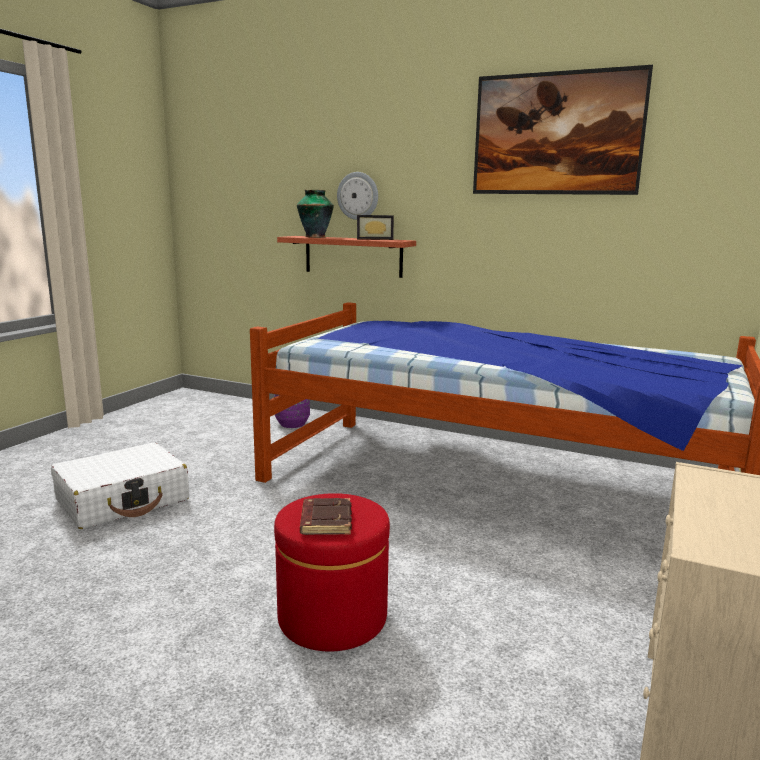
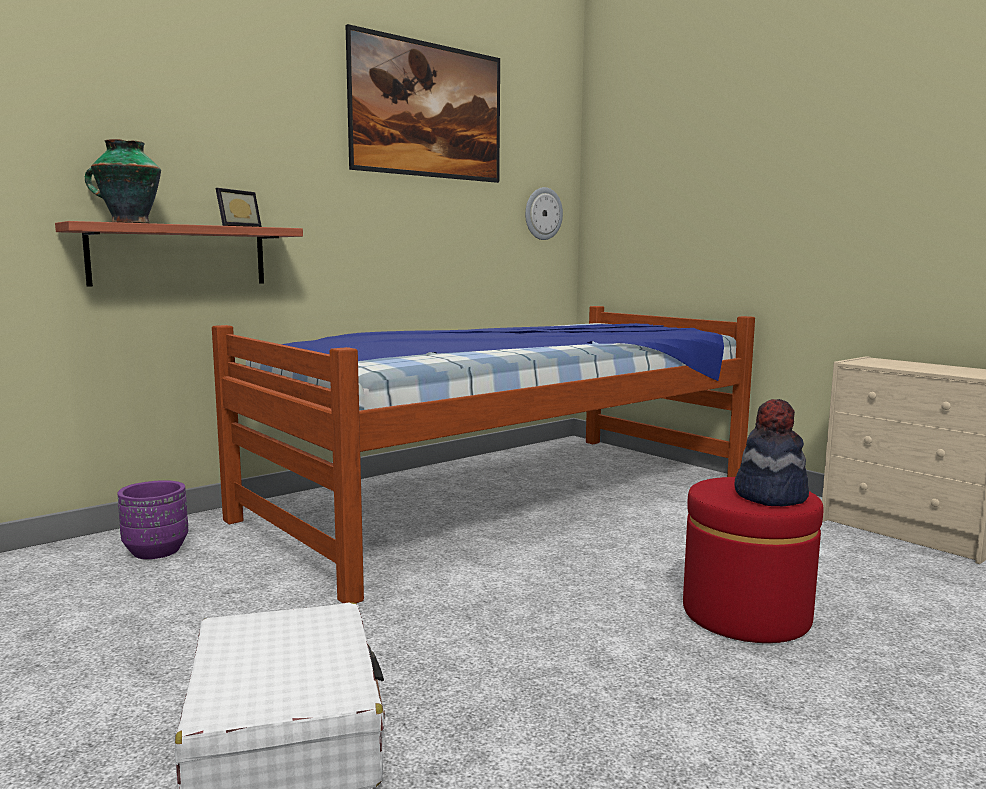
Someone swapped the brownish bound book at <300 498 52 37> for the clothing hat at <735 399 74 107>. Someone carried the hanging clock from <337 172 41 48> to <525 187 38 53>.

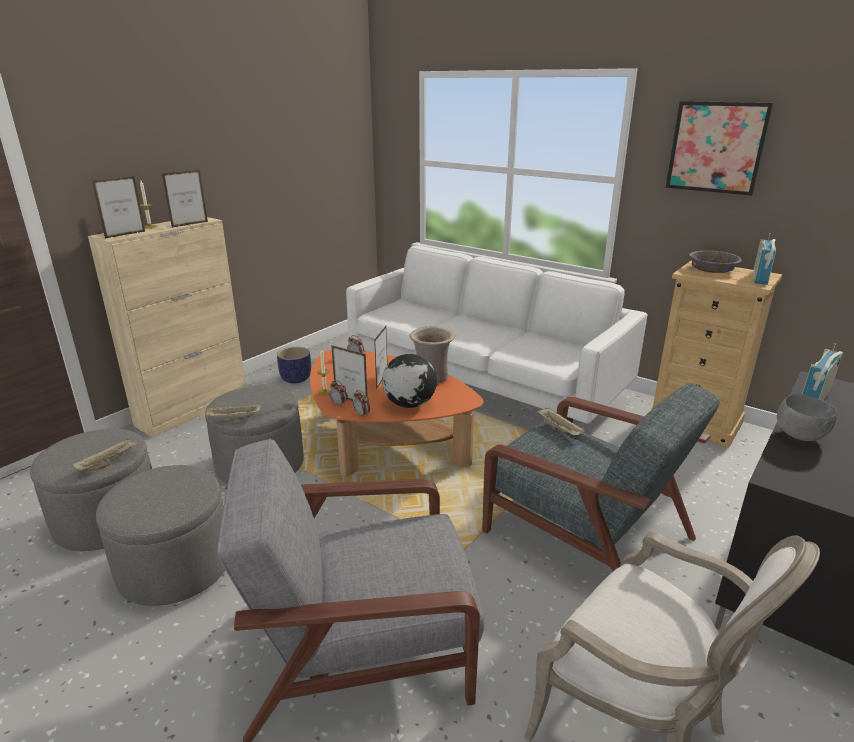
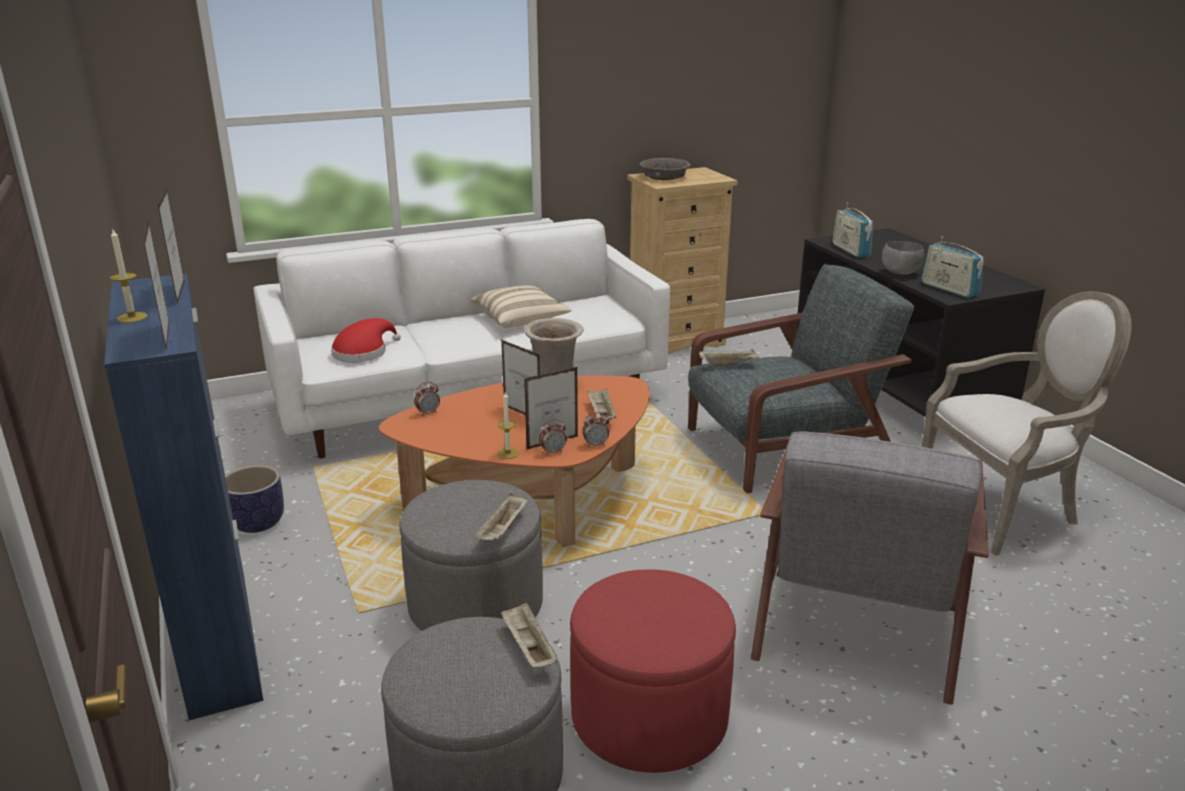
Someone repainted the beige-coloured cabinet at <88 217 158 220>, which became the blue-coloured cabinet at <104 273 160 447>. Someone repainted the greyish pouffe at <96 465 129 141>, which became the reddish pouffe at <570 569 166 204>. Someone swapped the world globe at <382 354 55 54> for the beige-coloured serving tray at <587 389 29 31>. Someone took away the wall picture at <666 101 108 95>. Someone carried the radio receiver from <753 233 23 52> to <921 236 63 62>. Someone put down the reddish clothing hat at <331 318 70 45>. Someone put down the beige-coloured pillow at <471 285 101 43>.

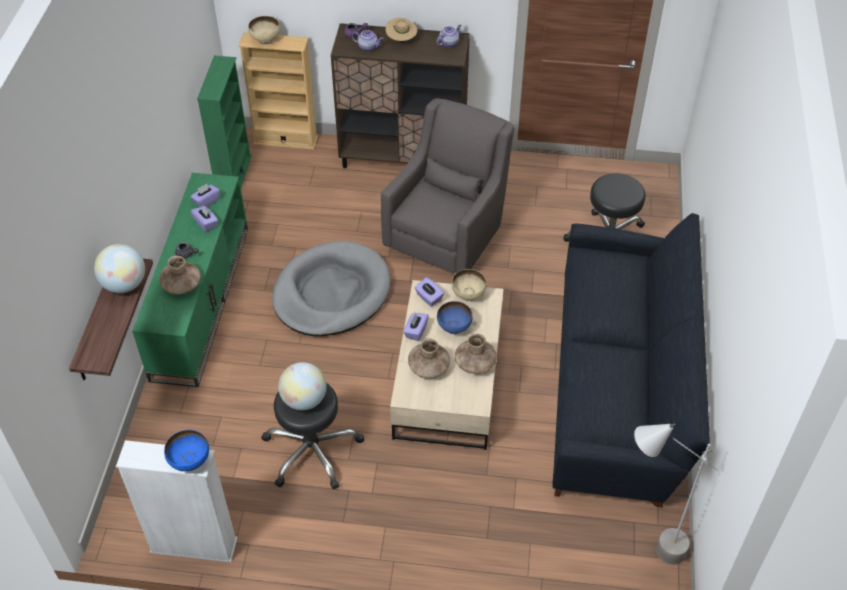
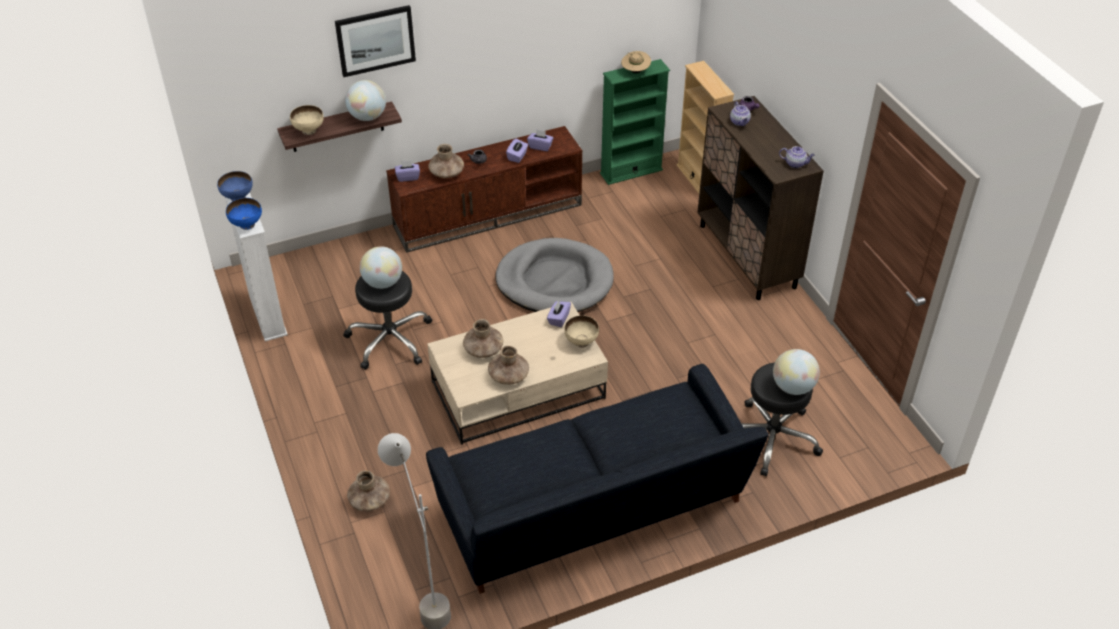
Someone repainted the green-coloured tv unit at <132 173 116 214>, which became the brownish tv unit at <386 126 196 127>. Someone carried the beige-coloured serving bowl from <248 16 32 29> to <290 105 34 30>. Someone took away the greyish armchair at <381 98 133 175>. Someone carried the beige-coloured clothing hat from <386 18 31 24> to <621 51 30 22>. Someone carried the purplish box of tissues from <403 313 26 28> to <395 160 25 22>. Someone carried the blue-coloured serving bowl from <437 301 36 33> to <217 171 36 30>. Someone put up the wall picture at <335 5 81 72>. Someone put down the brownish flower vase at <347 470 43 41>. Someone put down the world globe at <773 349 47 46>.

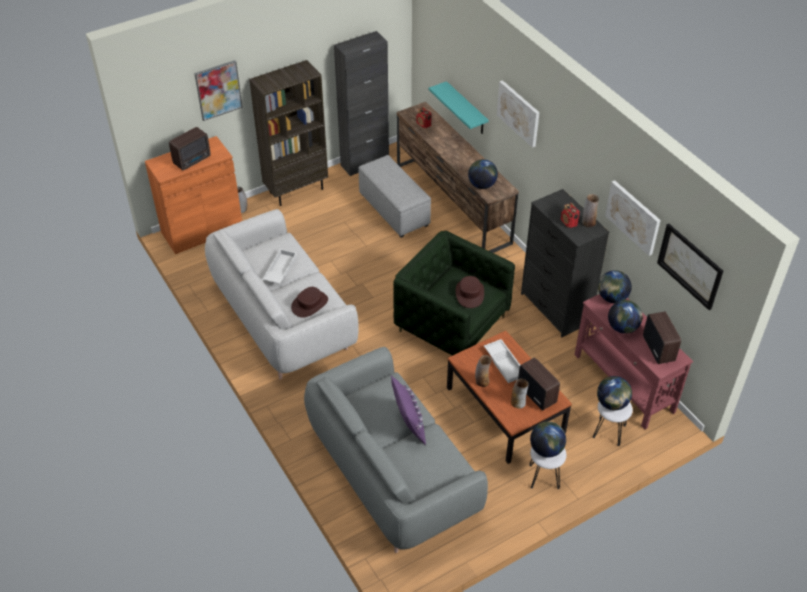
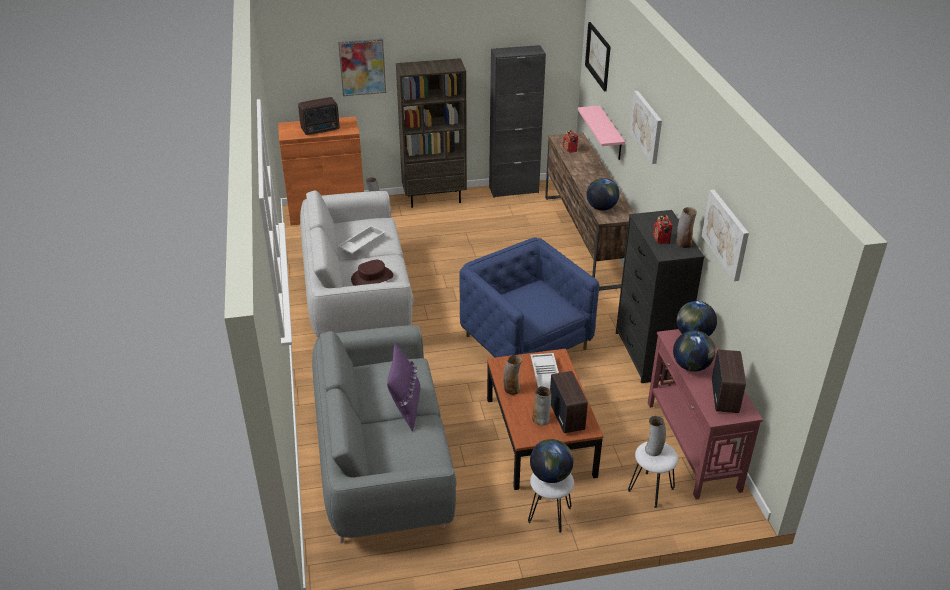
Someone took away the greyish pouffe at <358 155 73 83>. Someone repainted the green-coloured armchair at <393 231 122 125>, which became the blue-coloured armchair at <459 238 140 119>. Someone repainted the turquoise-coloured shelf at <428 81 61 53>, which became the pinkish shelf at <578 106 47 54>. Someone took away the brownish clothing hat at <456 276 28 32>. Someone swapped the world globe at <597 376 35 34> for the flower vase at <645 416 21 40>. Someone carried the wall picture from <657 224 66 86> to <585 22 26 69>.

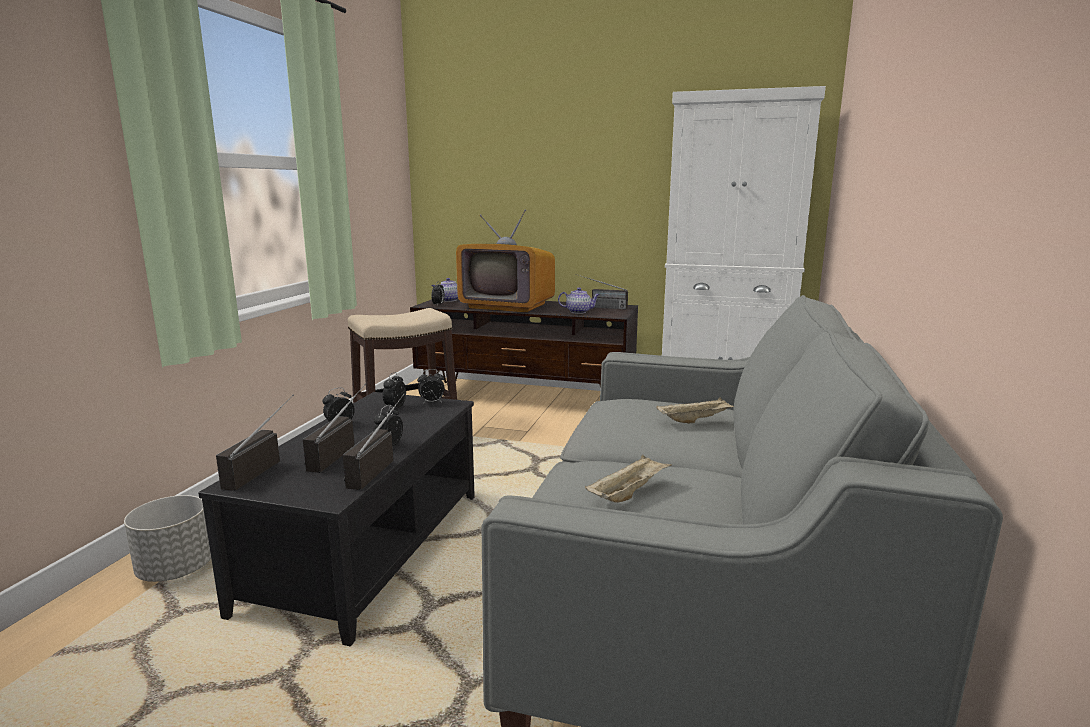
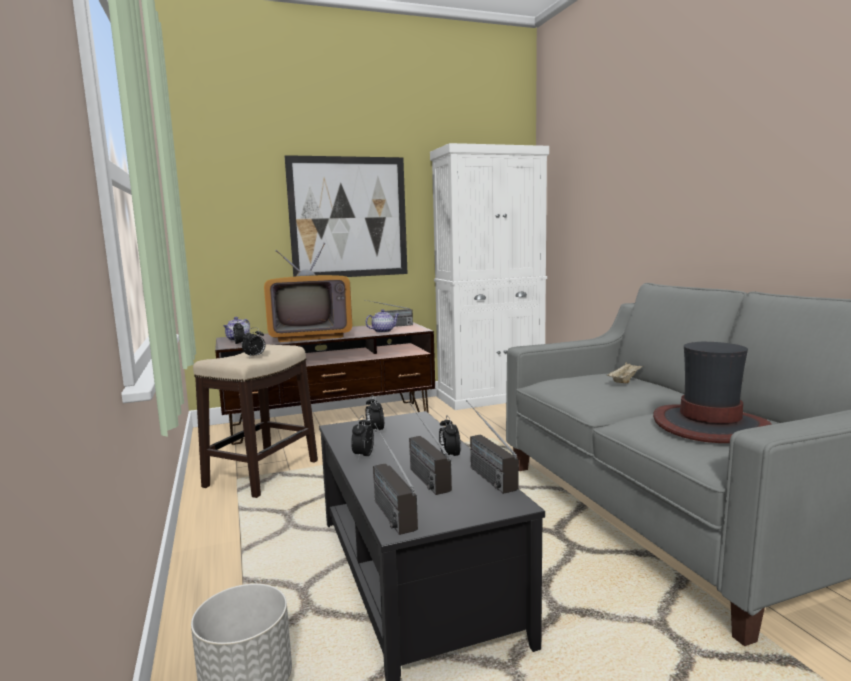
Someone carried the alarm clock from <417 369 27 35> to <242 327 23 31>. Someone swapped the beige-coloured serving tray at <585 455 87 47> for the clothing hat at <653 342 119 101>. Someone put up the wall picture at <285 155 123 122>.

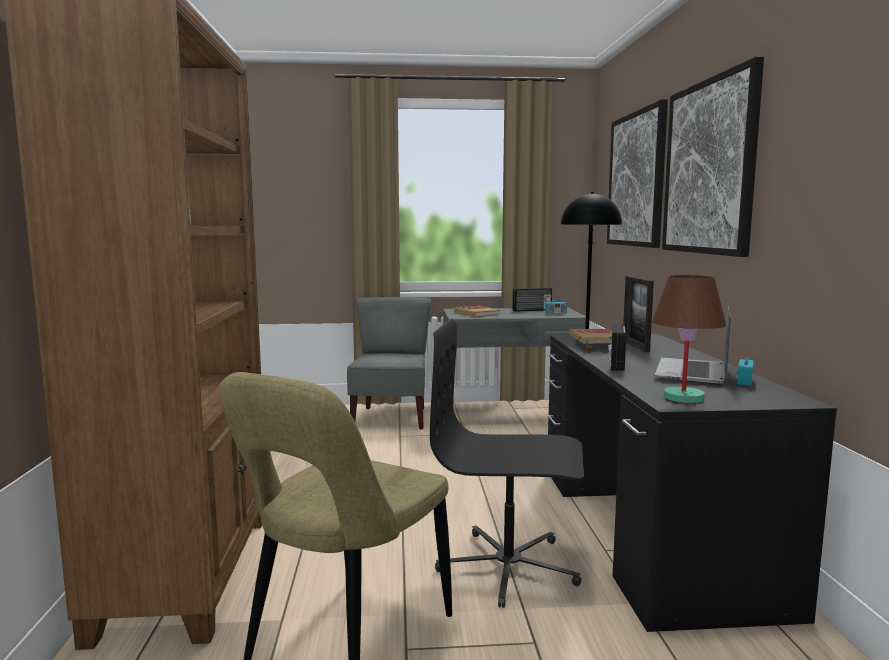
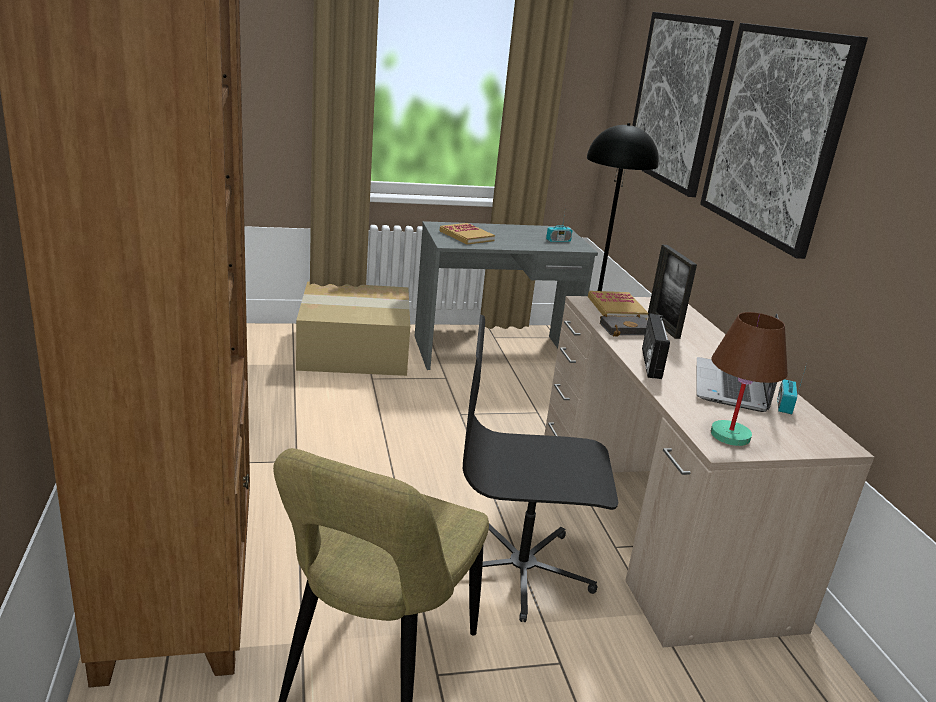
Someone swapped the greyish chair at <347 297 84 132> for the cardboard box at <296 281 114 95>. Someone took away the radio receiver at <513 288 39 24>. Someone repainted the black-coloured desk table at <548 334 289 298>, which became the beige-coloured desk table at <544 296 330 351>.

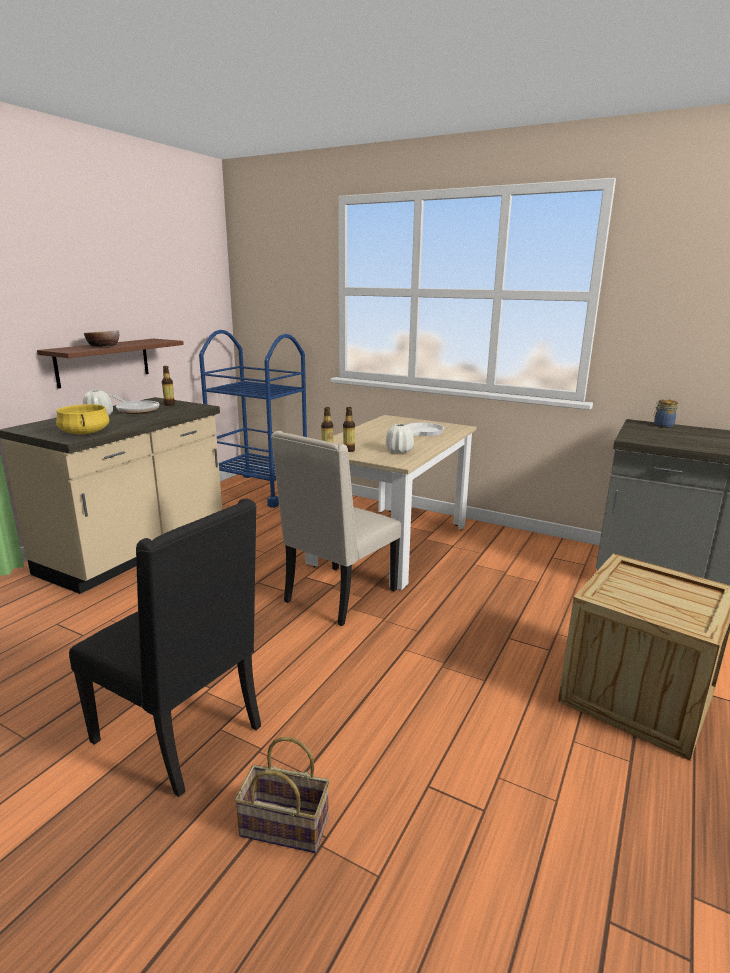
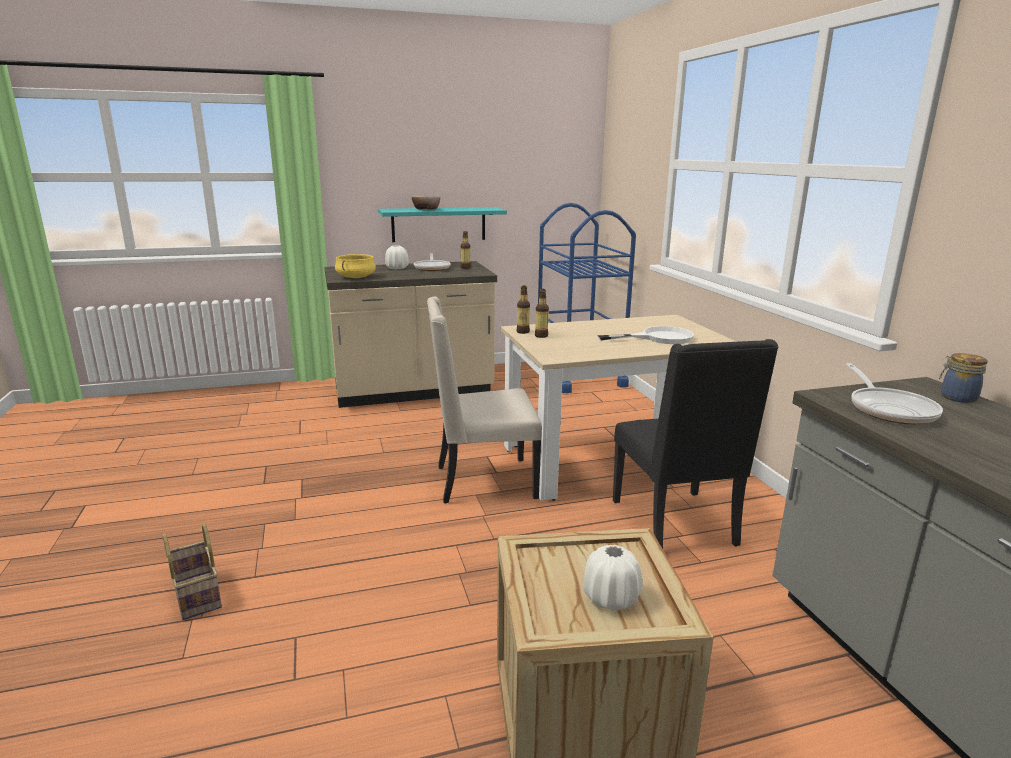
Someone repainted the brownish shelf at <37 339 147 50>, which became the turquoise-coloured shelf at <378 207 129 35>. Someone carried the black-coloured chair from <69 498 192 299> to <613 339 165 210>. Someone carried the white flower vase from <386 424 28 29> to <583 545 60 66>. Someone put down the pan at <846 363 97 61>.

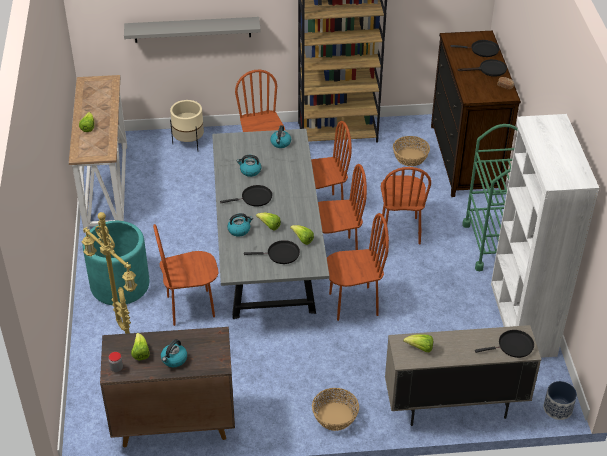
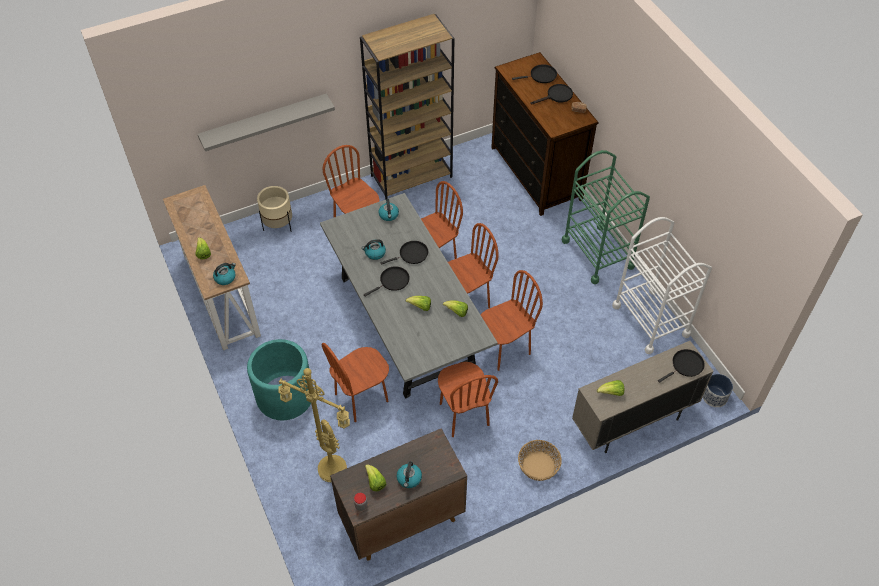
Someone carried the kettle from <227 213 26 24> to <213 263 23 22>. Someone carried the black-coloured pan from <244 240 56 24> to <380 241 48 24>. Someone carried the brownish chair from <381 167 50 78> to <438 362 60 75>. Someone took away the household basket at <393 136 37 30>. Someone swapped the white shelving unit at <491 114 108 244> for the white cart at <612 217 100 137>.

